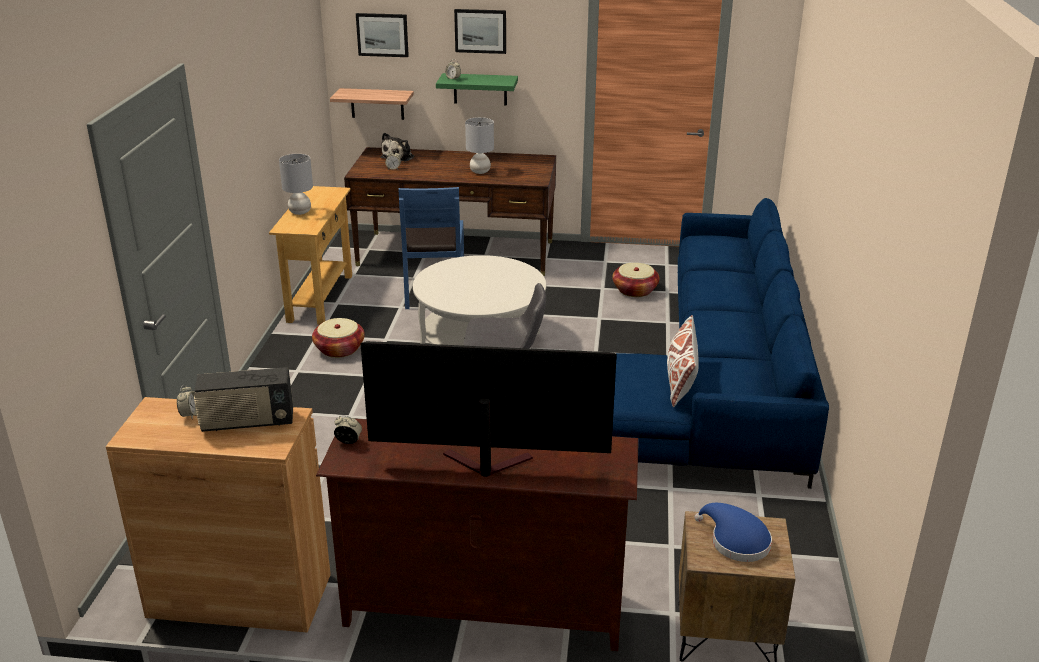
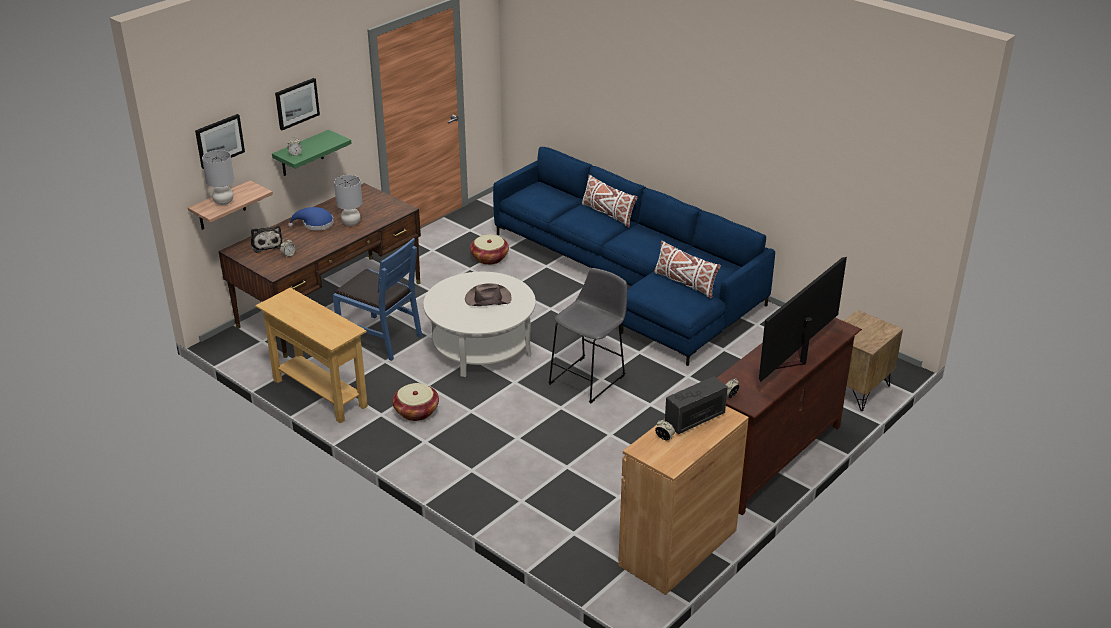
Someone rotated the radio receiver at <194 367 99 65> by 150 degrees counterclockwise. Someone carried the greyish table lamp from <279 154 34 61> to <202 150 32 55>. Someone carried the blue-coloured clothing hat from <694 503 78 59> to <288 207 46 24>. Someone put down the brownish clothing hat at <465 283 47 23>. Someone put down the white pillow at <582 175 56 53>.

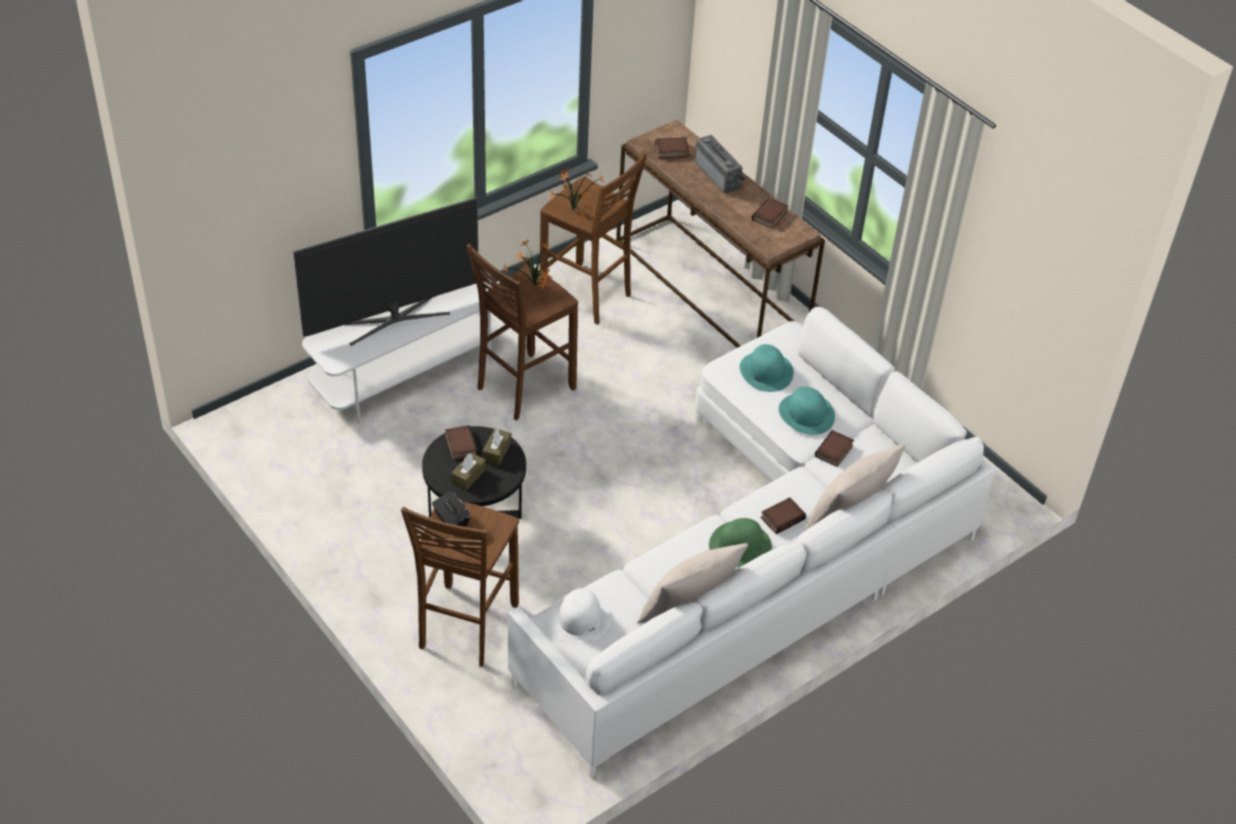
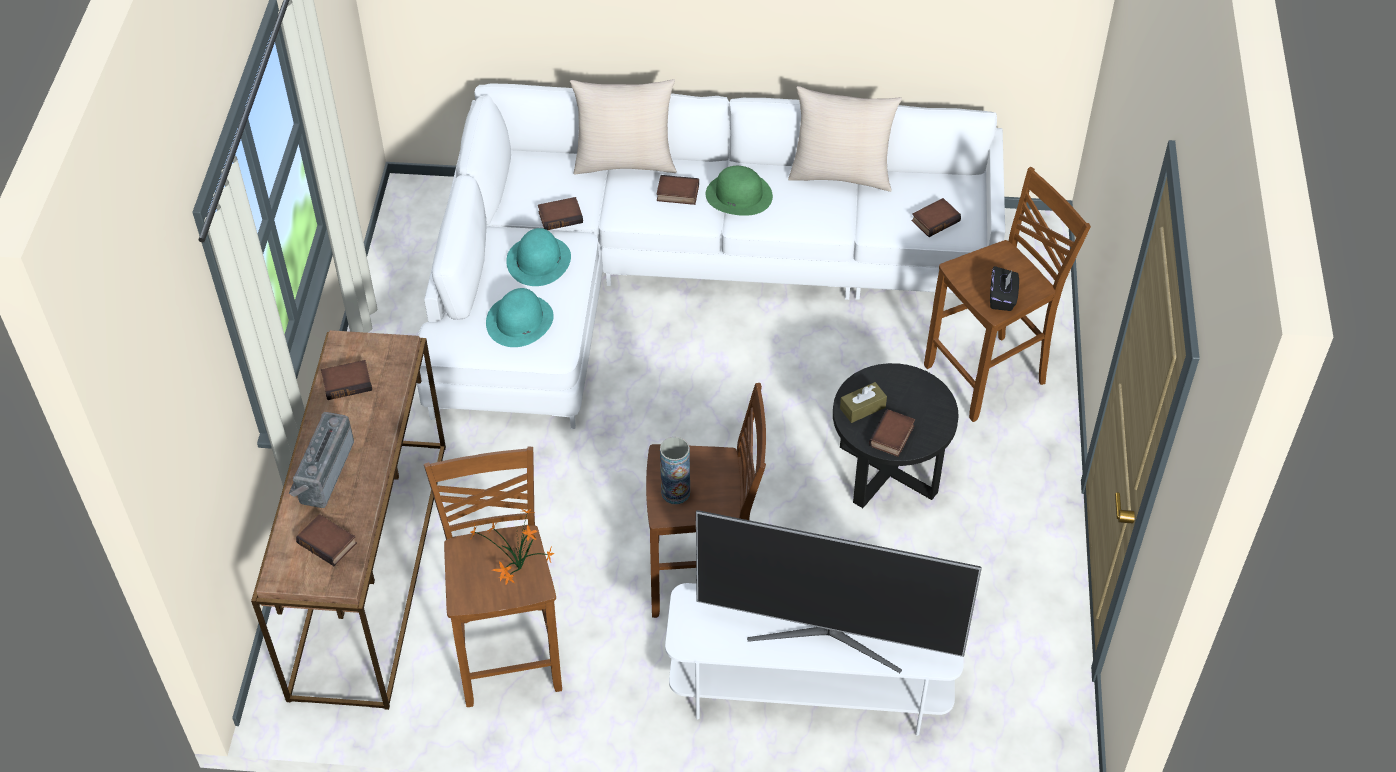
Someone took away the brownish box of tissues at <451 452 35 38>. Someone swapped the houseplant at <504 239 56 50> for the flower vase at <660 437 30 67>. Someone swapped the white clothing hat at <549 588 62 57> for the bound book at <912 198 49 39>.

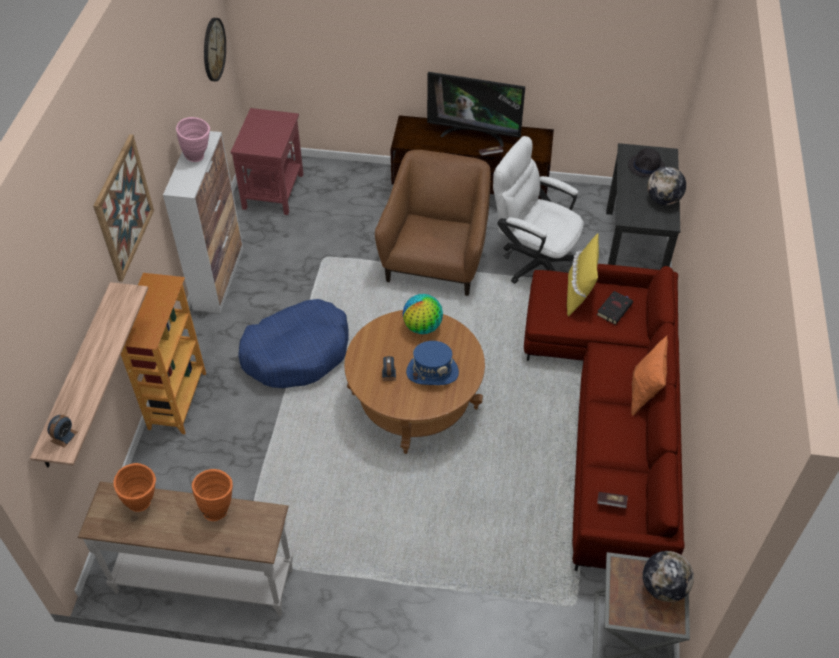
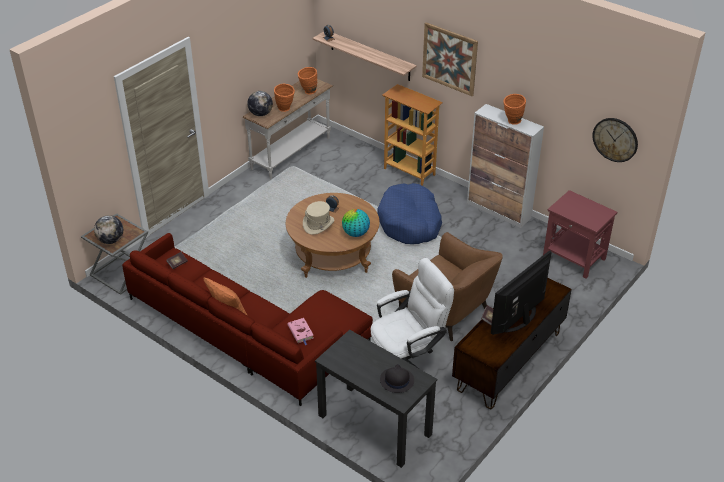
Someone repainted the pinkish flower vase at <176 117 34 45>, which became the orange-coloured flower vase at <503 94 23 31>. Someone repainted the blue-coloured clothing hat at <406 341 53 44>, which became the beige-coloured clothing hat at <303 201 31 34>. Someone took away the yellow-coloured pillow at <567 233 32 83>. Someone repainted the black-coloured bound book at <597 291 36 34>, which became the pinkish bound book at <287 318 27 27>. Someone carried the world globe from <647 167 39 38> to <247 91 26 25>.

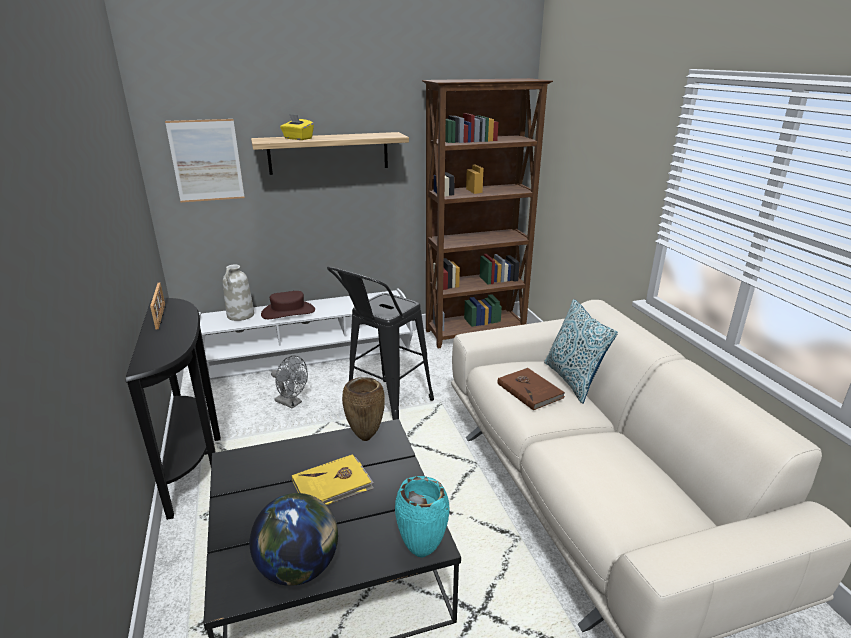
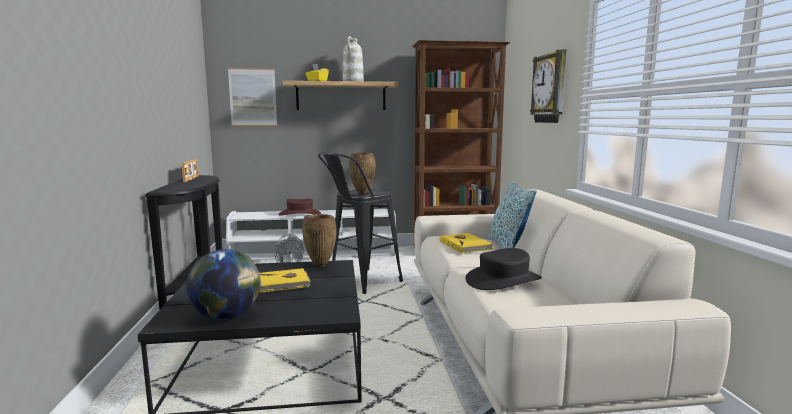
Someone carried the white flower vase from <223 265 31 56> to <343 36 21 45>. Someone took away the turquoise-coloured flower vase at <395 476 55 82>. Someone repainted the brownish bound book at <498 368 67 43>, which became the yellow-coloured bound book at <439 233 54 20>. Someone put down the brownish flower vase at <349 152 27 43>. Someone put down the black-coloured clothing hat at <466 248 76 42>. Someone put up the hanging clock at <530 49 37 74>.

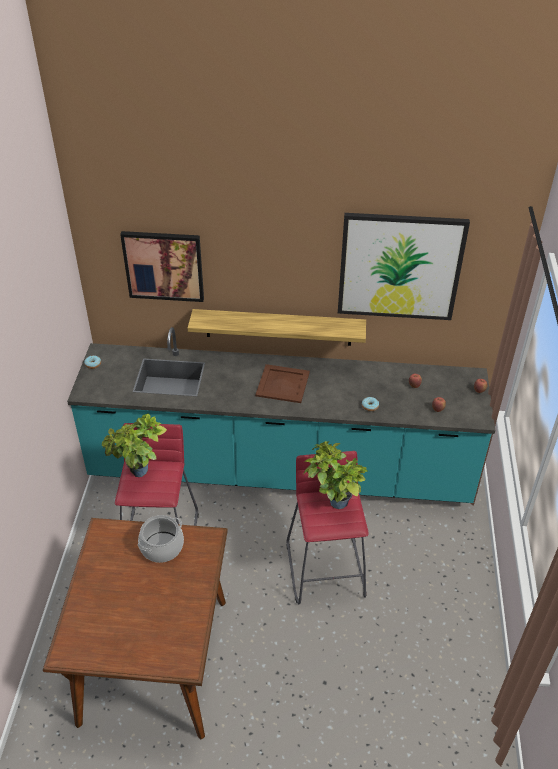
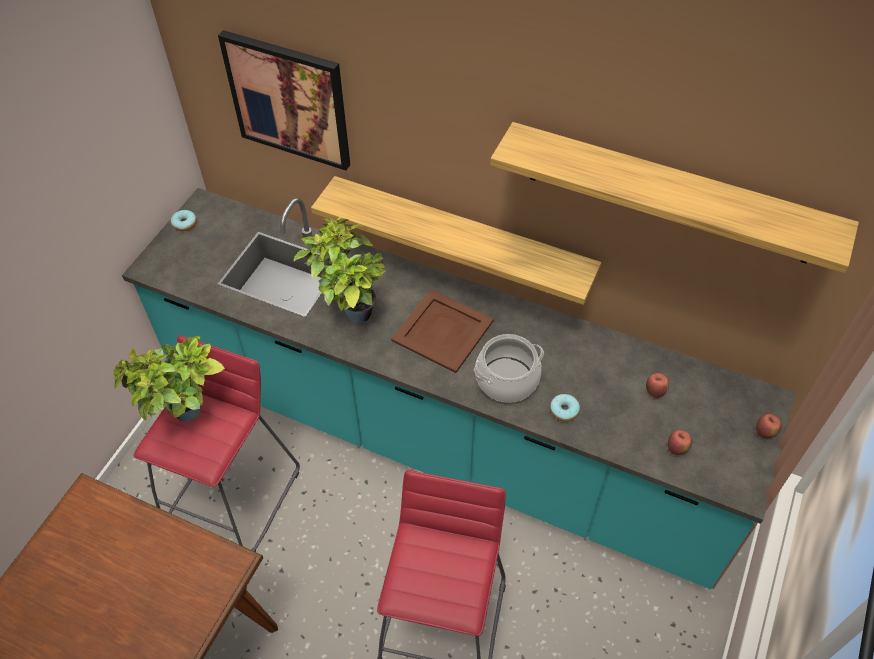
Someone carried the cooking pot from <138 515 46 48> to <474 334 70 69>. Someone carried the houseplant from <303 441 65 68> to <294 217 92 106>. Someone swapped the wall picture at <338 213 132 107> for the shelf at <490 122 369 151>.

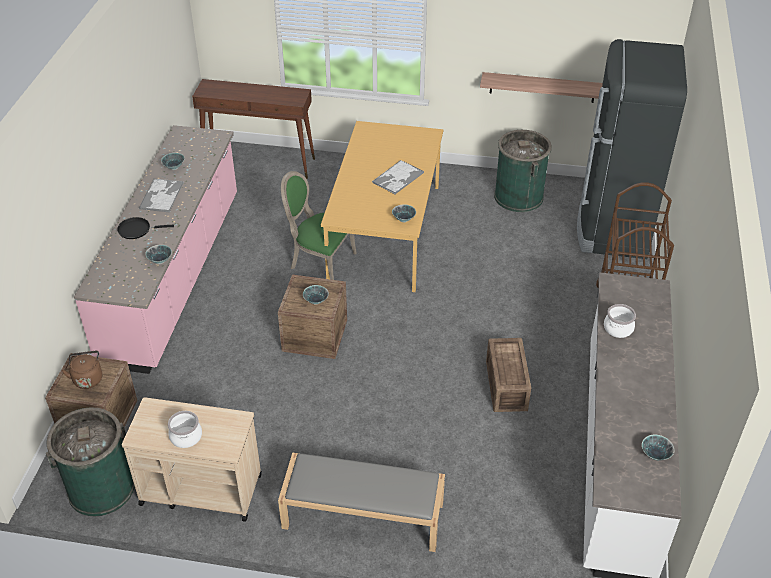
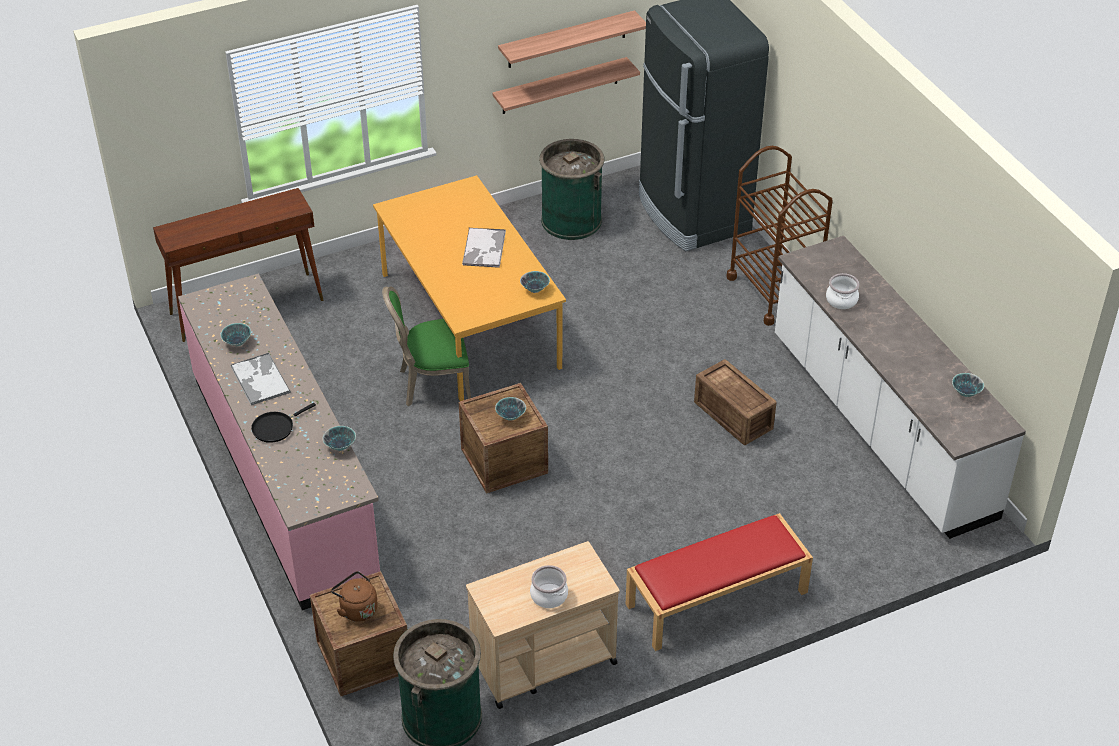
Someone repainted the greyish bench at <278 453 167 99>, which became the reddish bench at <626 513 187 138>. Someone put up the shelf at <498 10 148 58>.

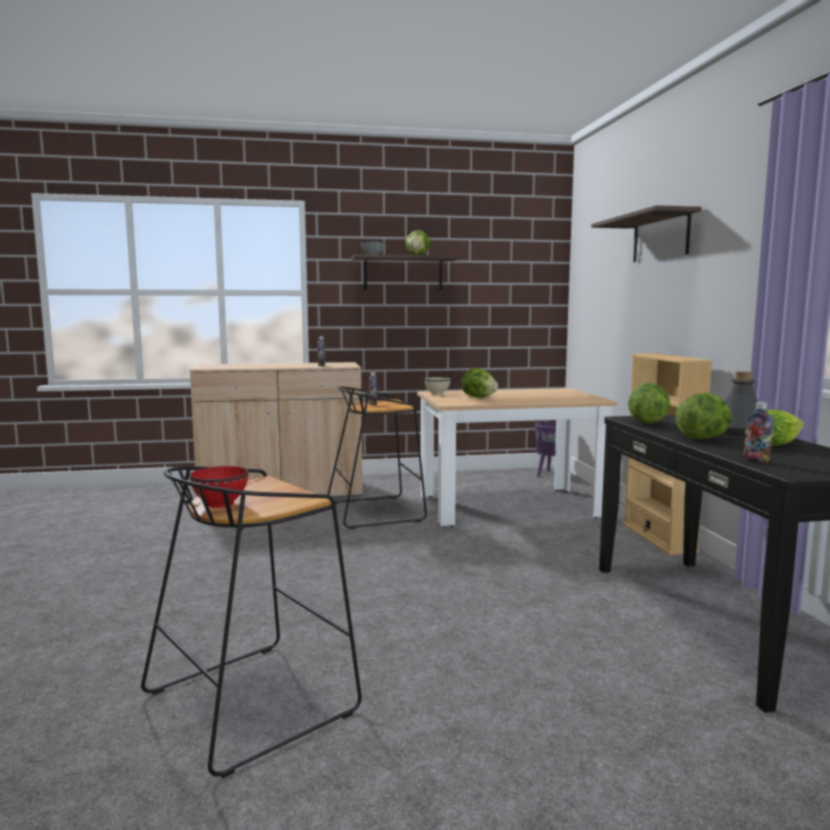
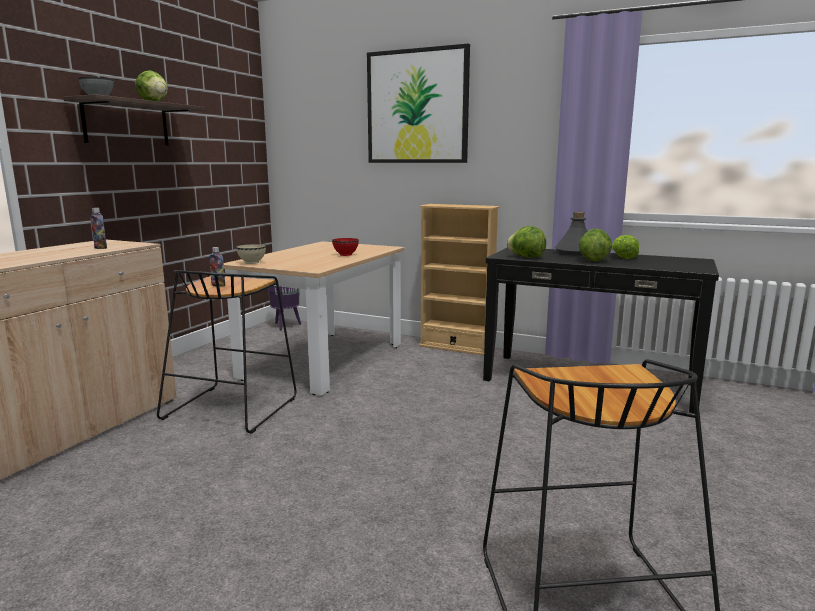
Someone carried the reddish serving bowl from <190 466 58 42> to <332 238 27 18>. Someone took away the lettuce head at <461 368 37 29>. Someone swapped the shelf at <591 205 110 57> for the wall picture at <367 44 103 119>. Someone took away the beverage bottle at <744 402 30 61>.

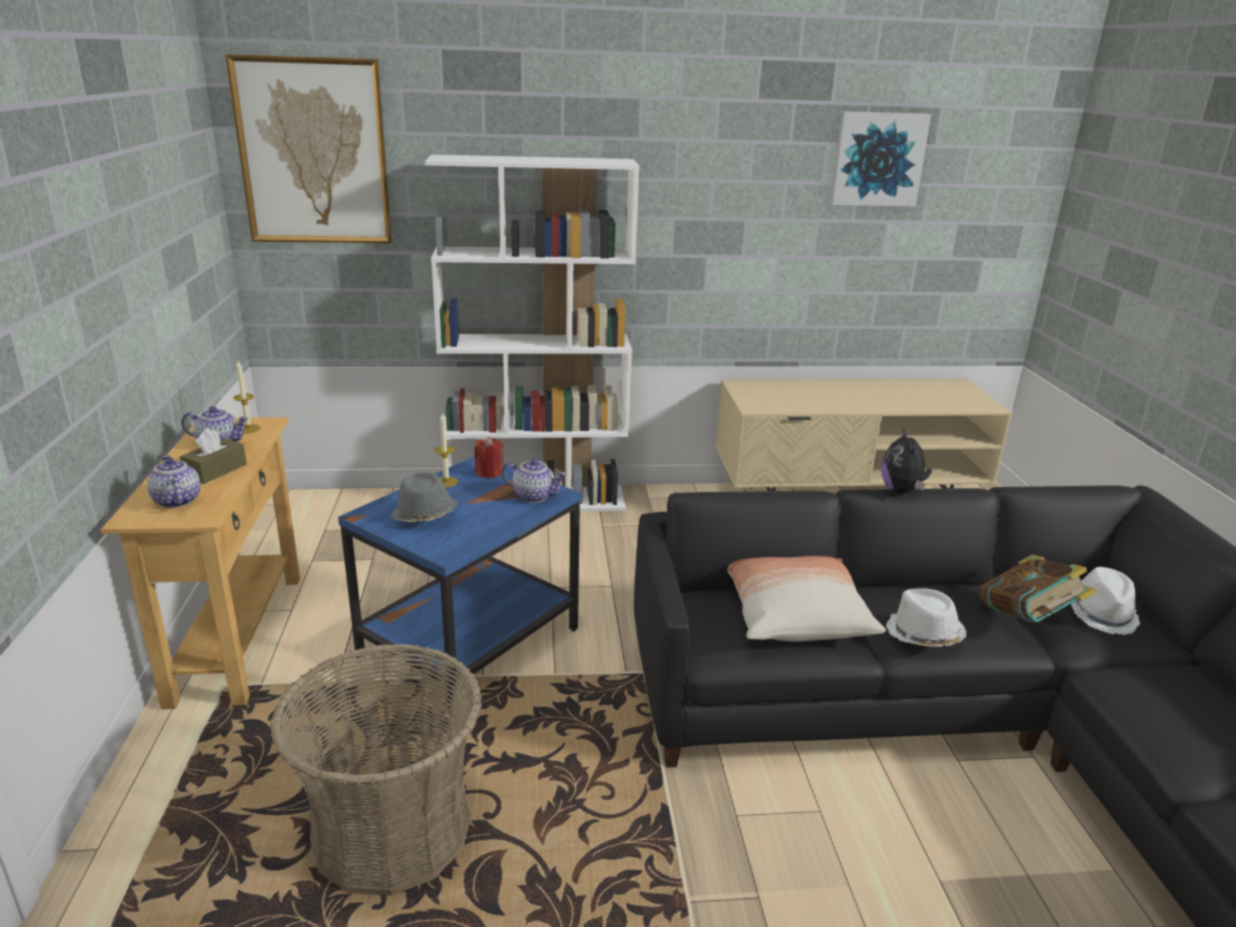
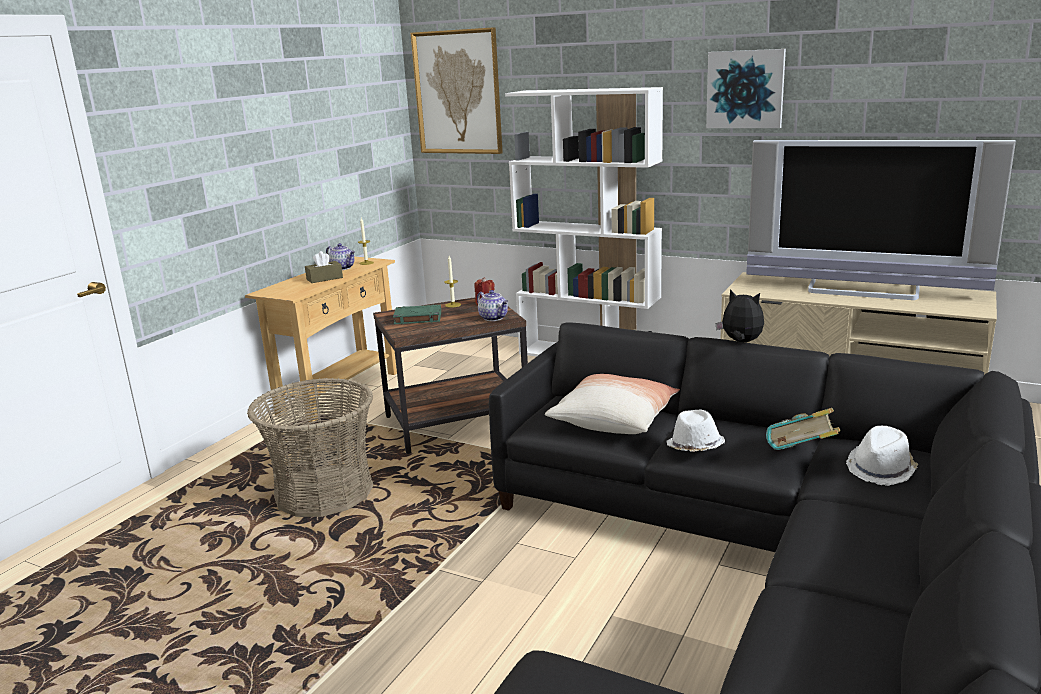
Someone took away the teapot at <147 455 53 53>. Someone repainted the blue-coloured end table at <338 456 243 256>, which became the brownish end table at <373 297 155 157>. Someone swapped the greyish clothing hat at <390 472 68 50> for the green-coloured bound book at <393 305 48 19>. Someone carried the wall picture from <830 111 101 96> to <706 49 80 79>. Someone rotated the cuddly toy at <881 428 51 66> by 90 degrees clockwise. Someone put down the TV set at <746 140 270 160>.

